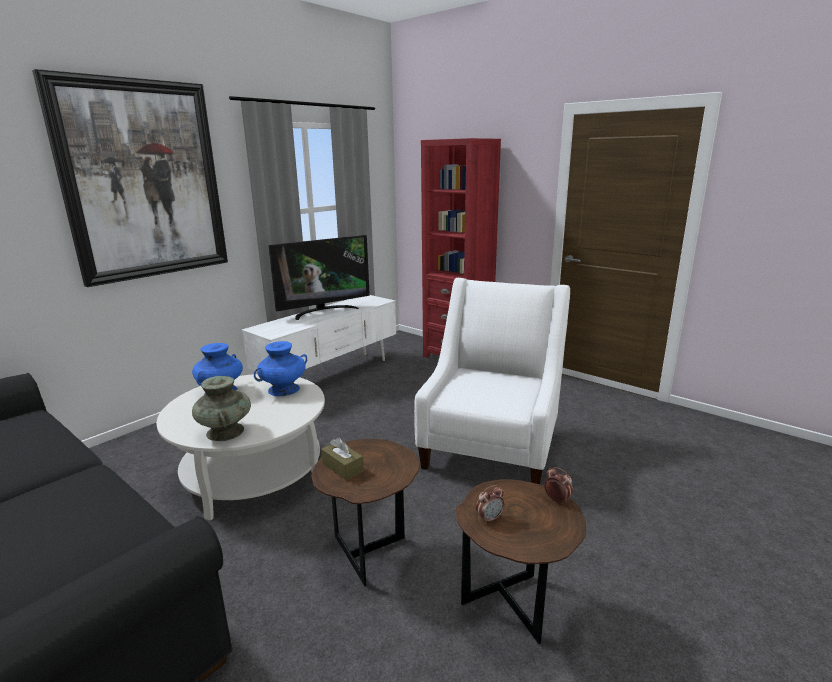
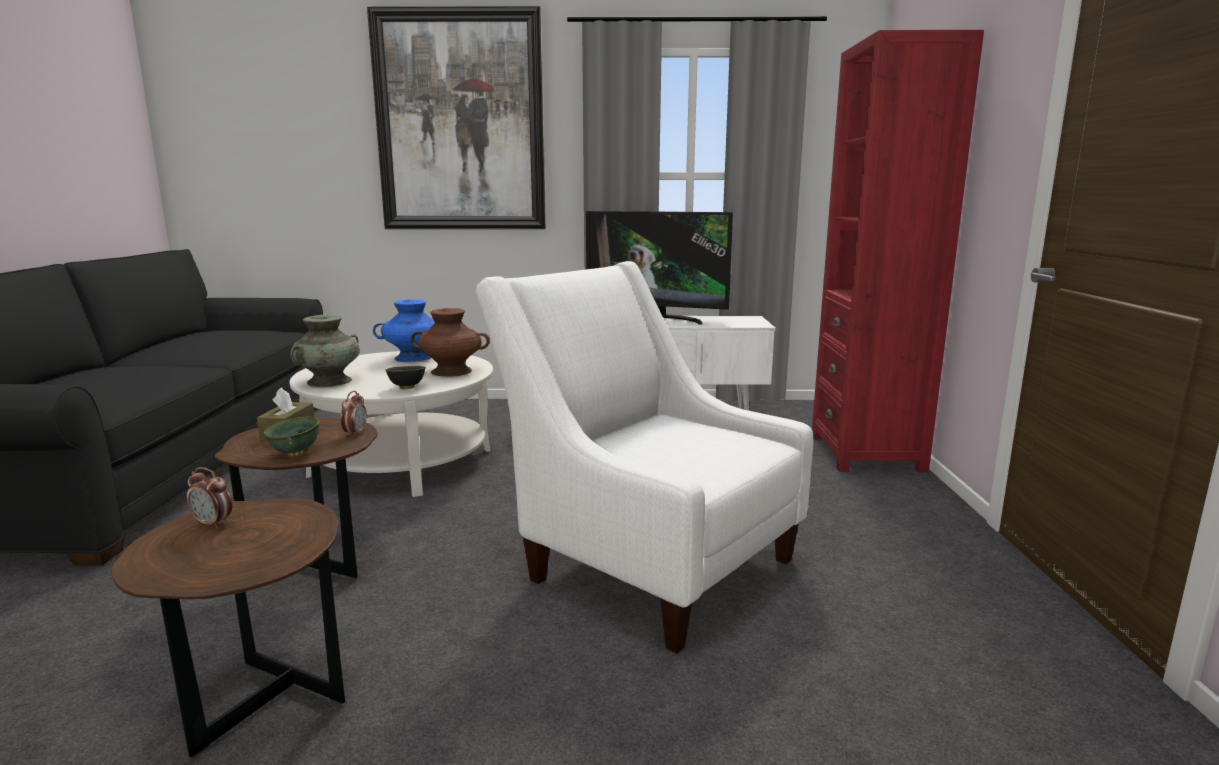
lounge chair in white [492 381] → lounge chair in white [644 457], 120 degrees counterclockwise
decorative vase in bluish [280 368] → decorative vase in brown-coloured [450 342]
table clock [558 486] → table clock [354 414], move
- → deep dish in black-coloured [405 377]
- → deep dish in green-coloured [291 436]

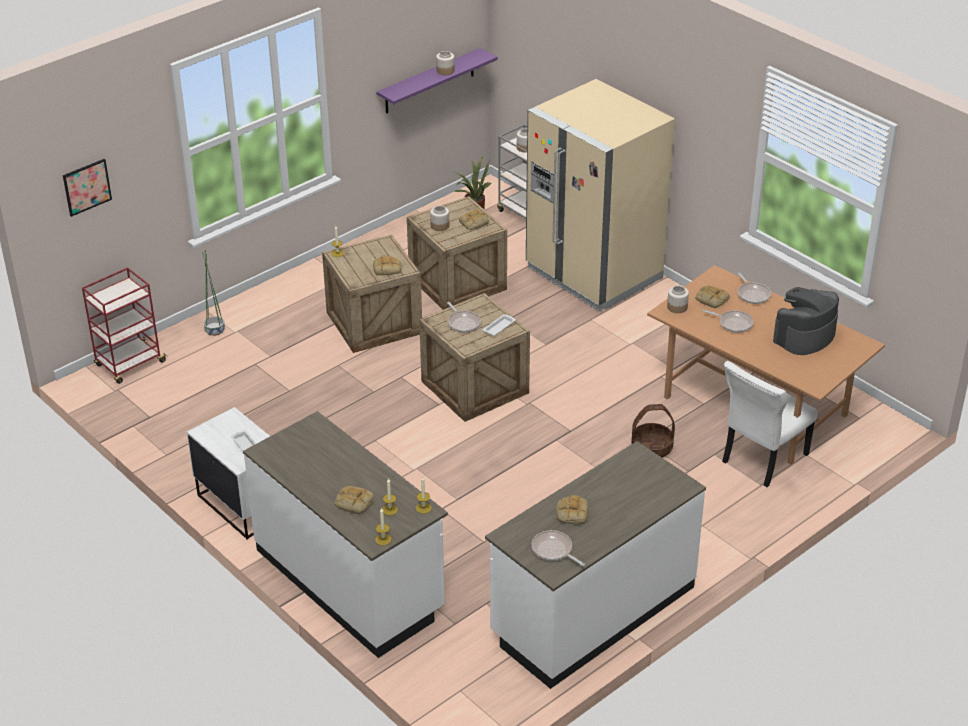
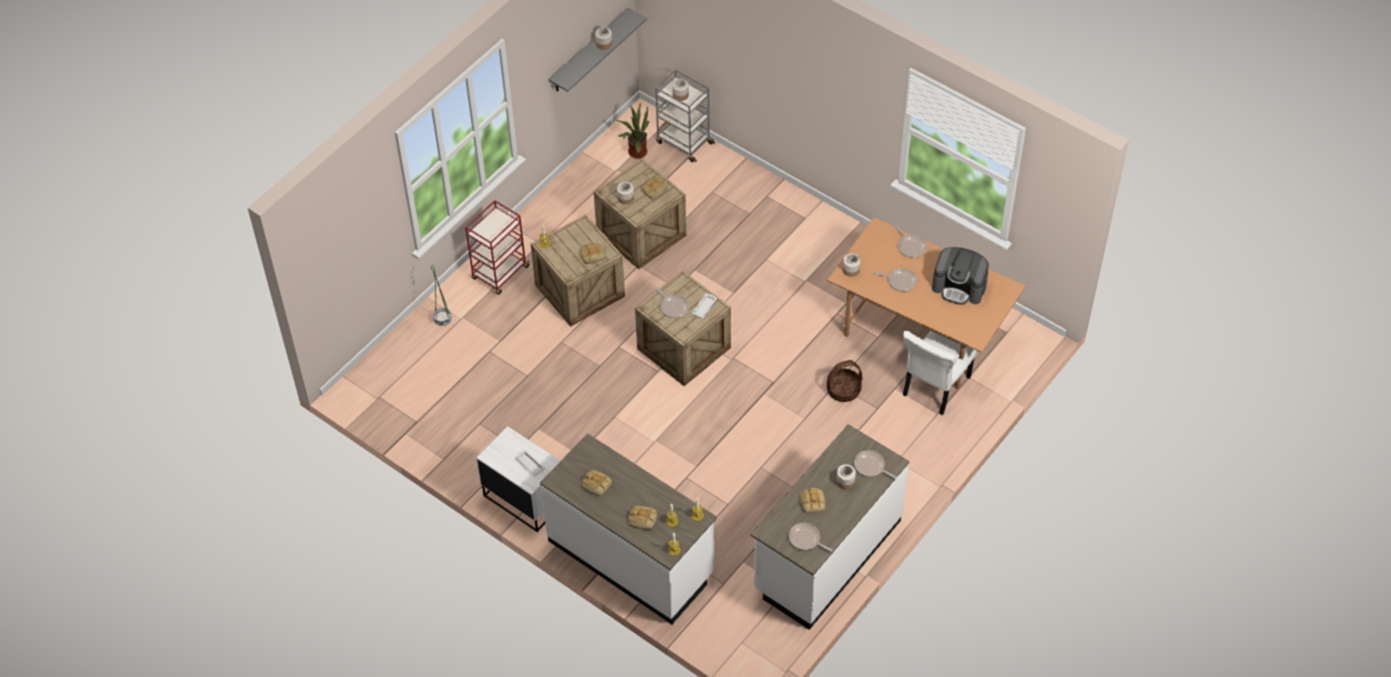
bracket shelf in purplish [437 81] → bracket shelf in gray [598 50]
fridge in beige [600 195] → -
wall art [87 188] → -
trolley in red [125 325] → trolley in red [497 247], move
bread [712 296] → bread [596 483], move
coffee maker [806 321] → coffee maker [960 276], 105 degrees counterclockwise
- → pan [875 464]
- → preserve jar [846 476]

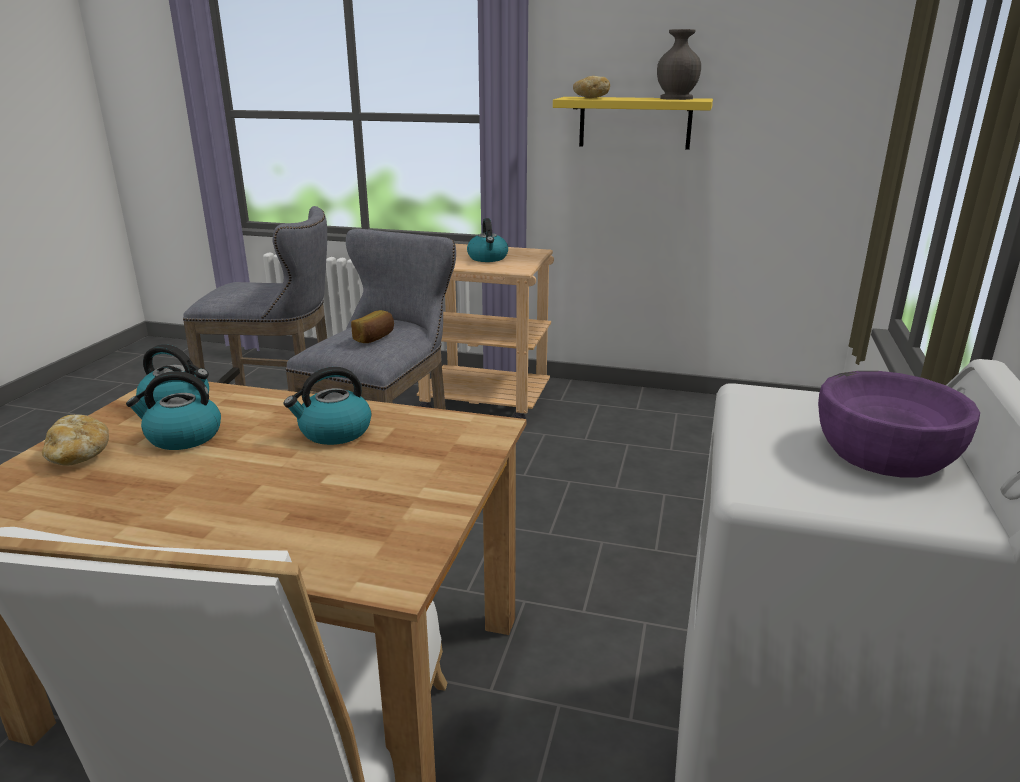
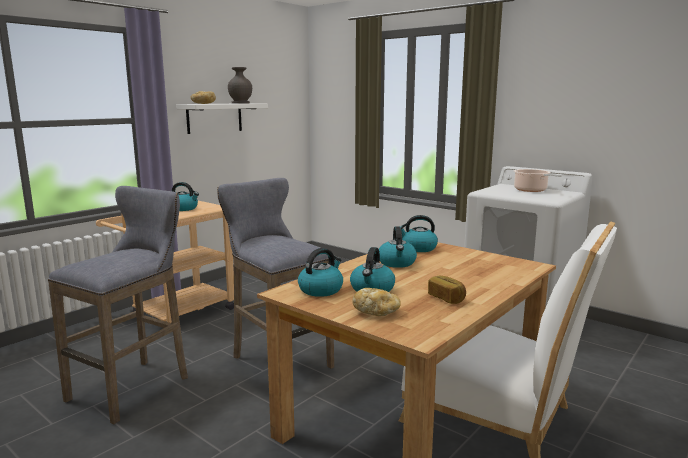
bracket shelf in yellowish [633 123] → bracket shelf in white [222 118]
bread [372 326] → bread [447 290], move
deep dish in purplish [899 424] → cooking pot [538 180]
- → kettle [419 233]

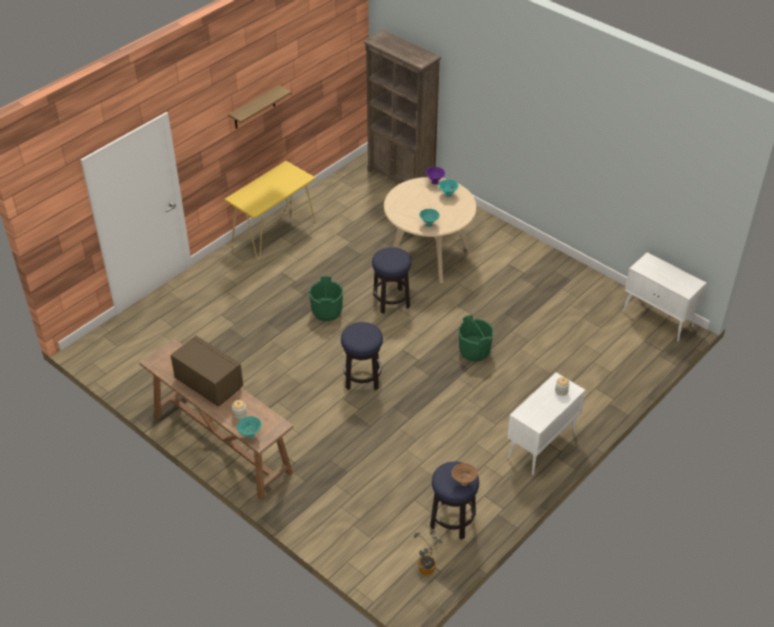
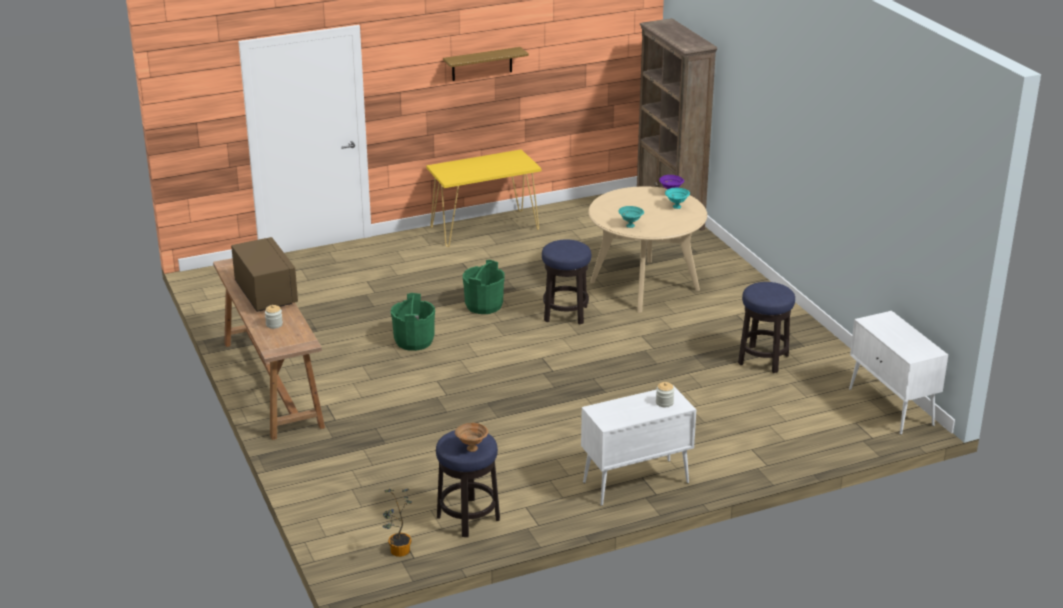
water bucket in green-coloured [476 338] → water bucket in green-coloured [413 322], move
sitting stool [362 356] → sitting stool [766 327], move
deep dish in blue-green [249 427] → -

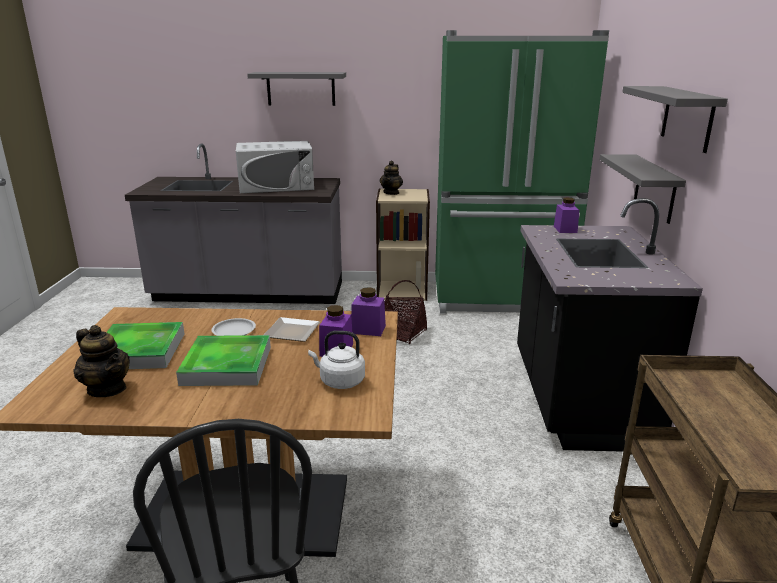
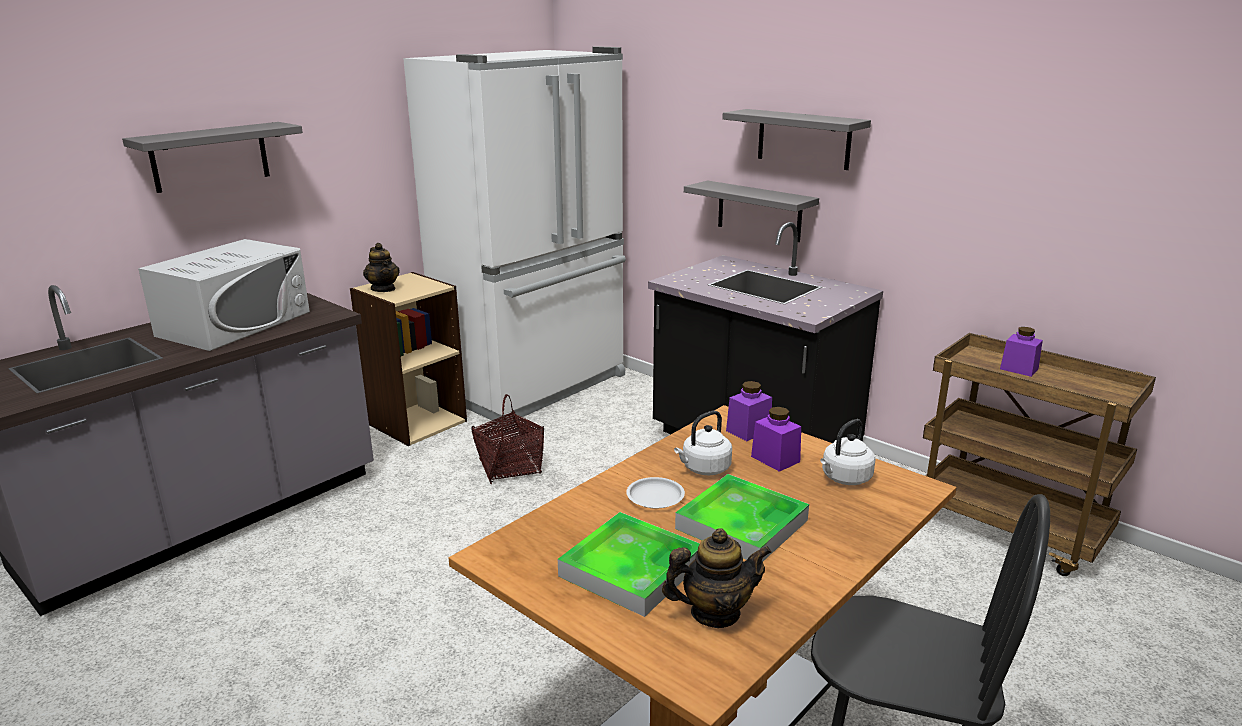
fridge in green-coloured [522 172] → fridge in white [514 236]
preserve jar in purplish [566 215] → preserve jar in purplish [1021 352], move
dinner plate [292 329] → kettle in white [703 443]

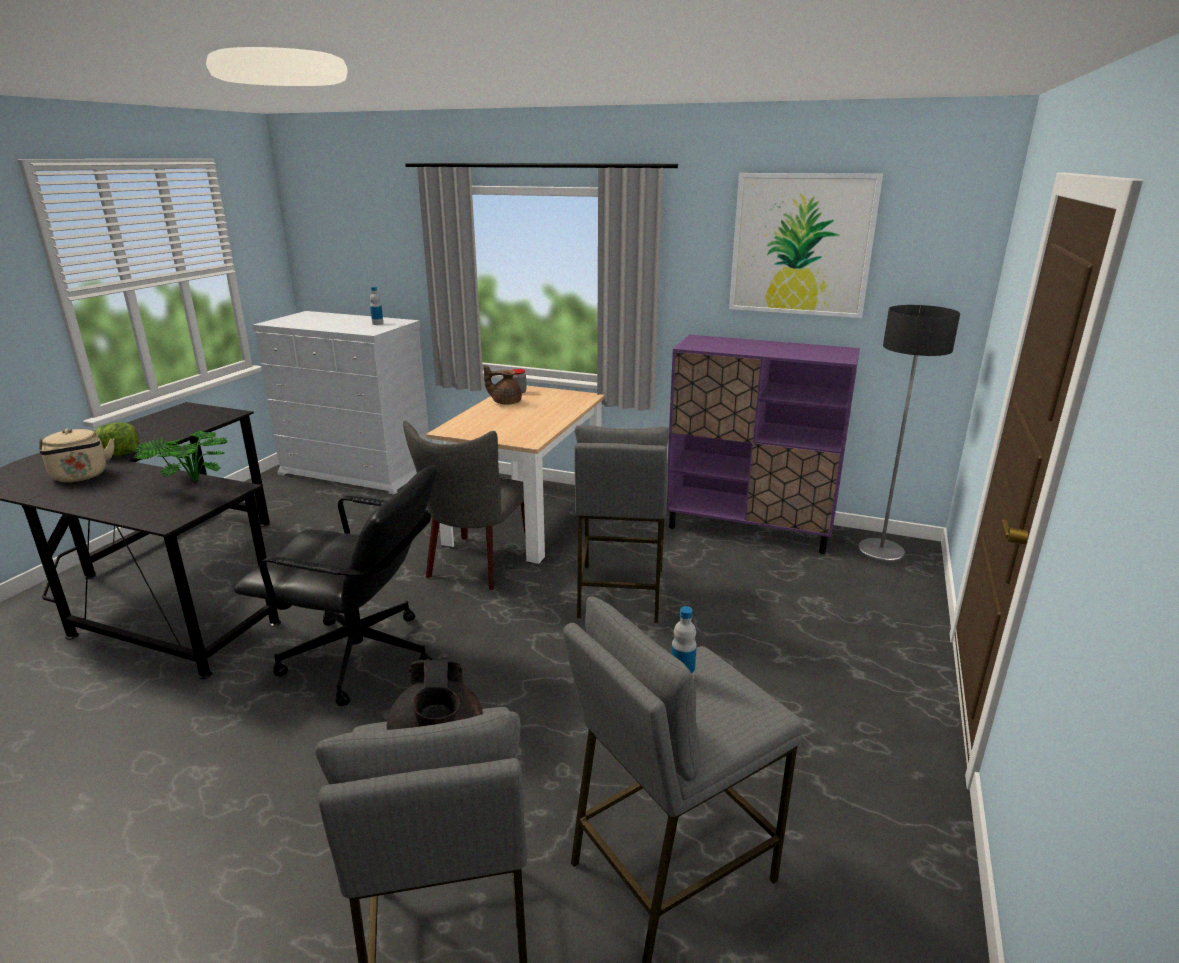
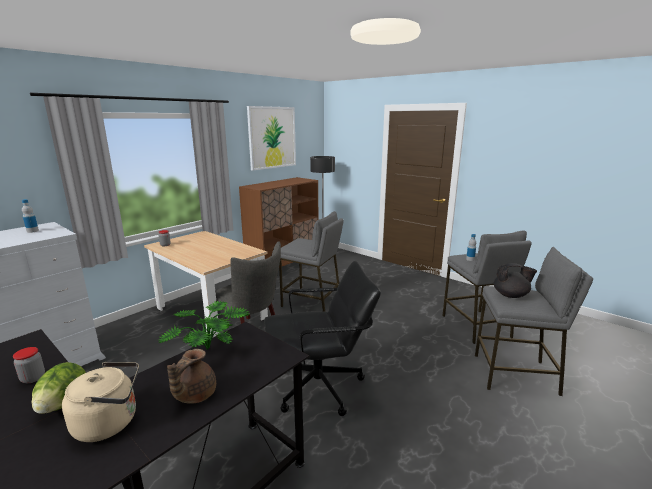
cupboard in purplish [763 444] → cupboard in brown-coloured [278 221]
tea pot in brown-coloured [503 384] → tea pot in brown-coloured [191 376], move
office chair in black-coloured [335 585] → office chair in black-coloured [322 338], 45 degrees clockwise
- → preserve jar [29 365]

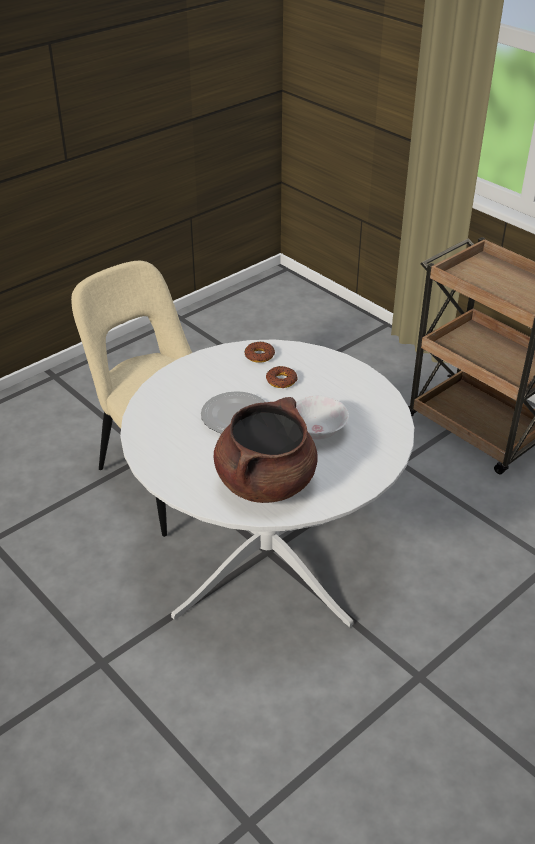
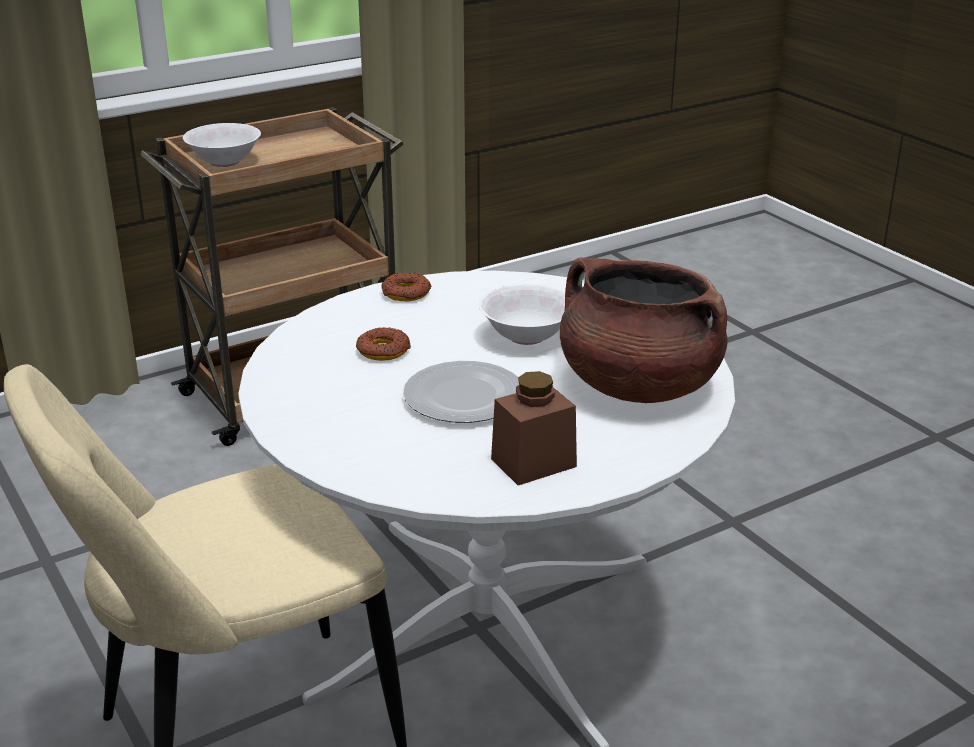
doughnut [259 352] → doughnut [406 287], move
- → deep dish in white [222 145]
- → preserve jar in brown-coloured [534 428]

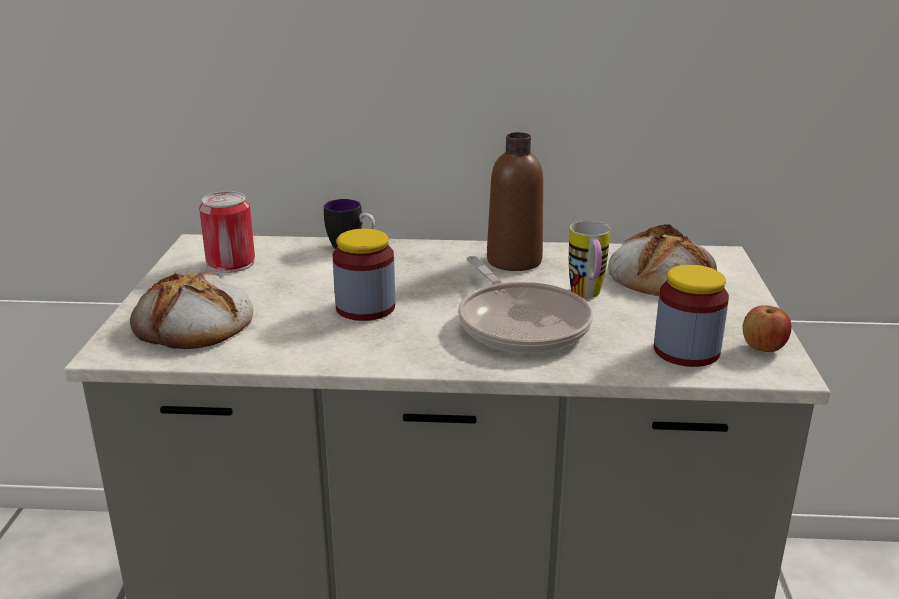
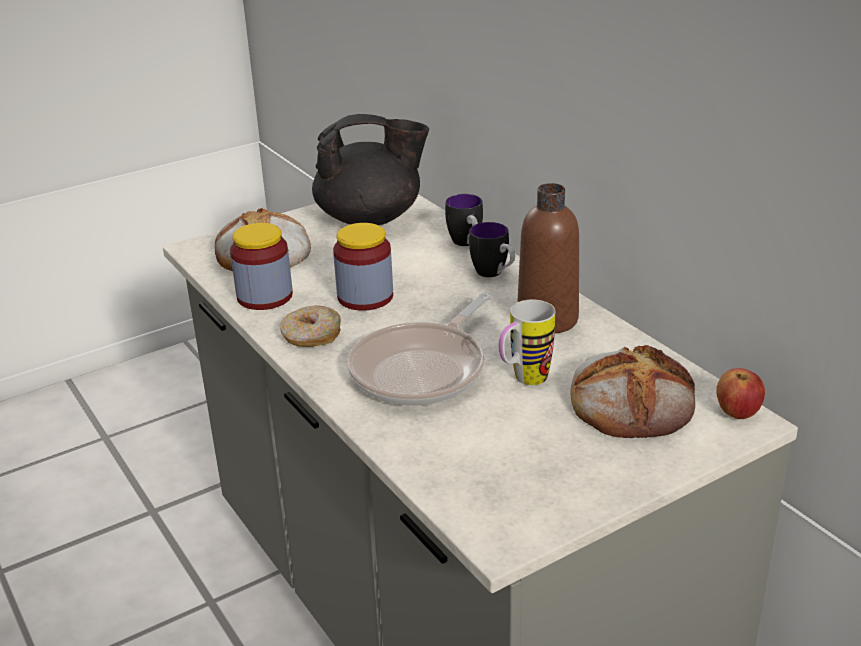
metal can [227 232] → tea pot in black-coloured [370 169]
preserve jar [691 316] → preserve jar [261 266], move
apple [767 328] → apple [740 393], move
- → coffee mug [492 249]
- → doughnut [310 326]

